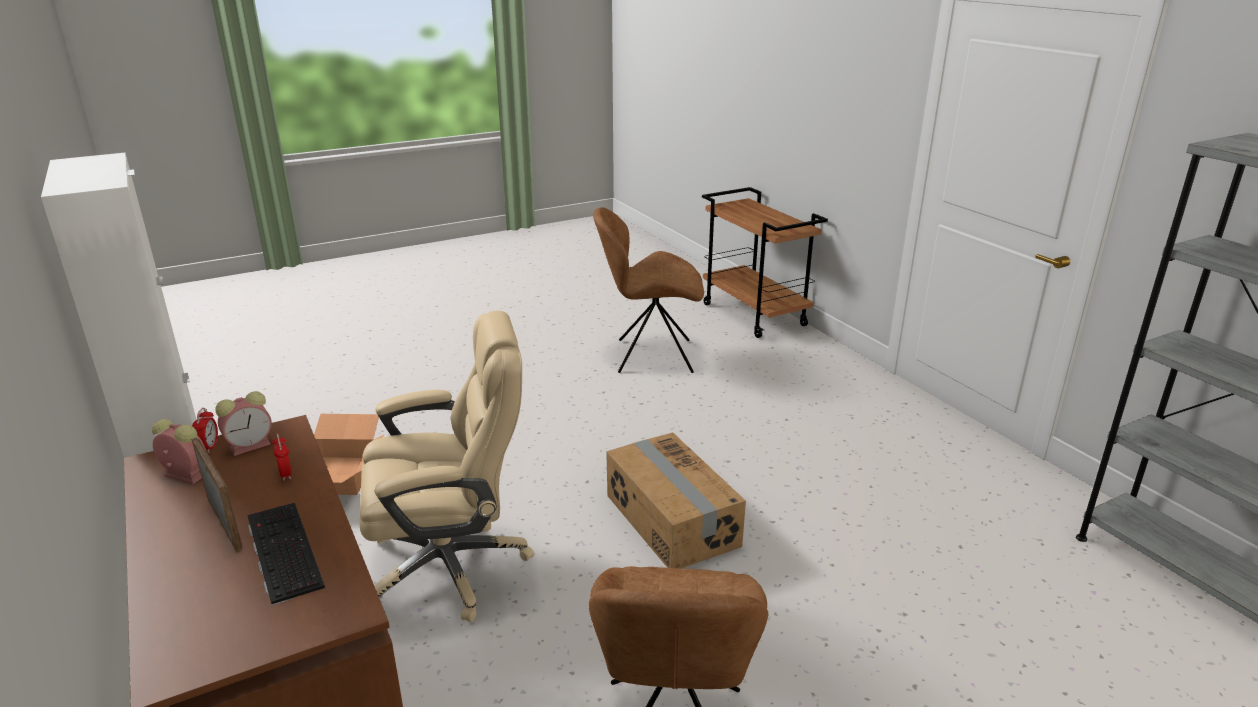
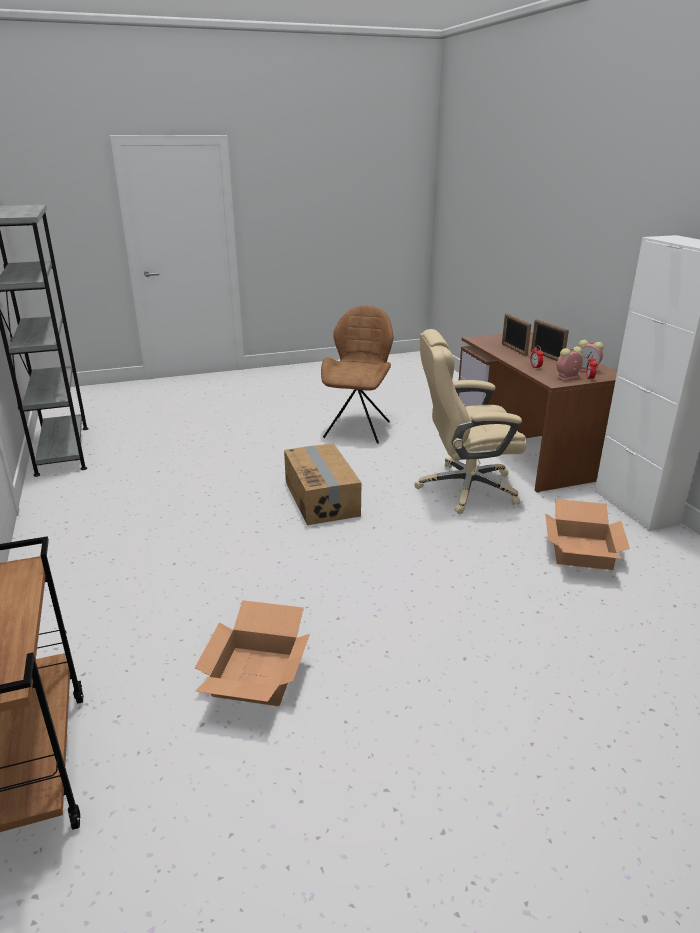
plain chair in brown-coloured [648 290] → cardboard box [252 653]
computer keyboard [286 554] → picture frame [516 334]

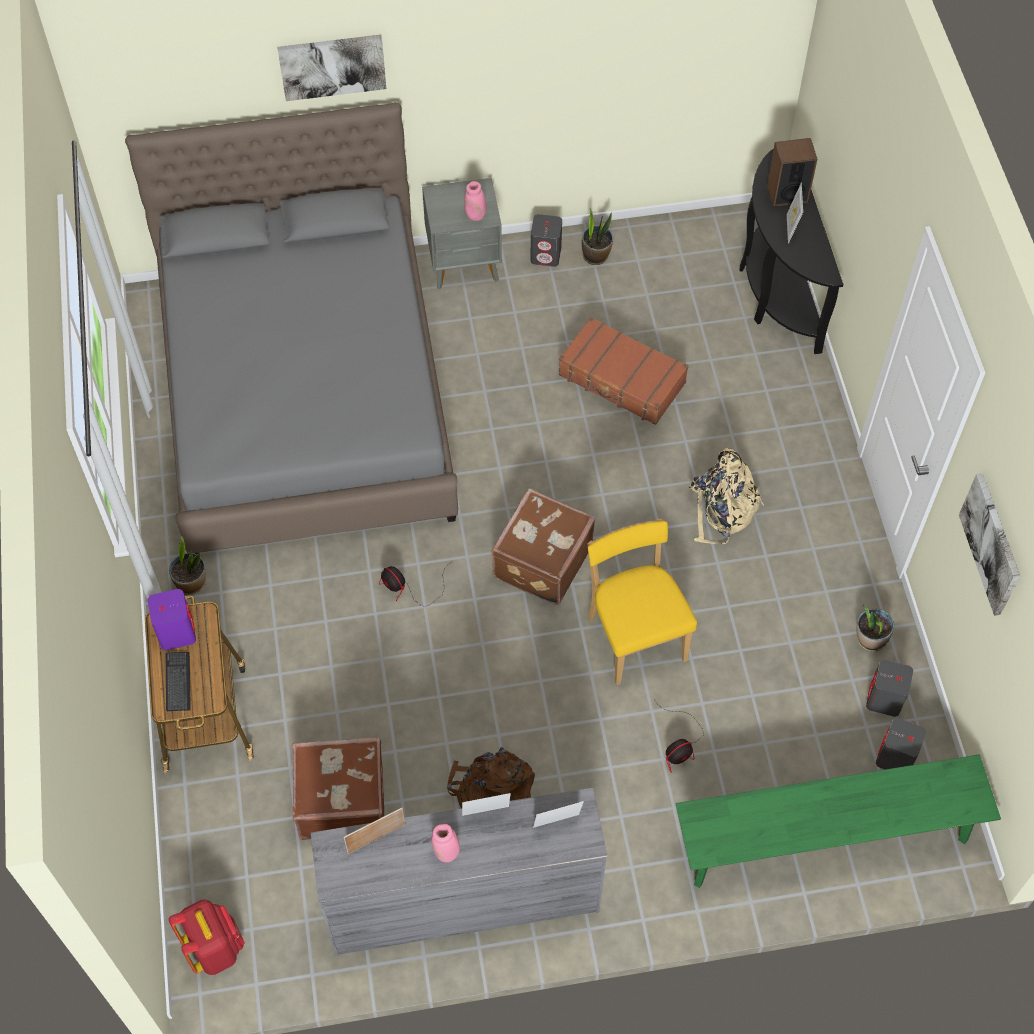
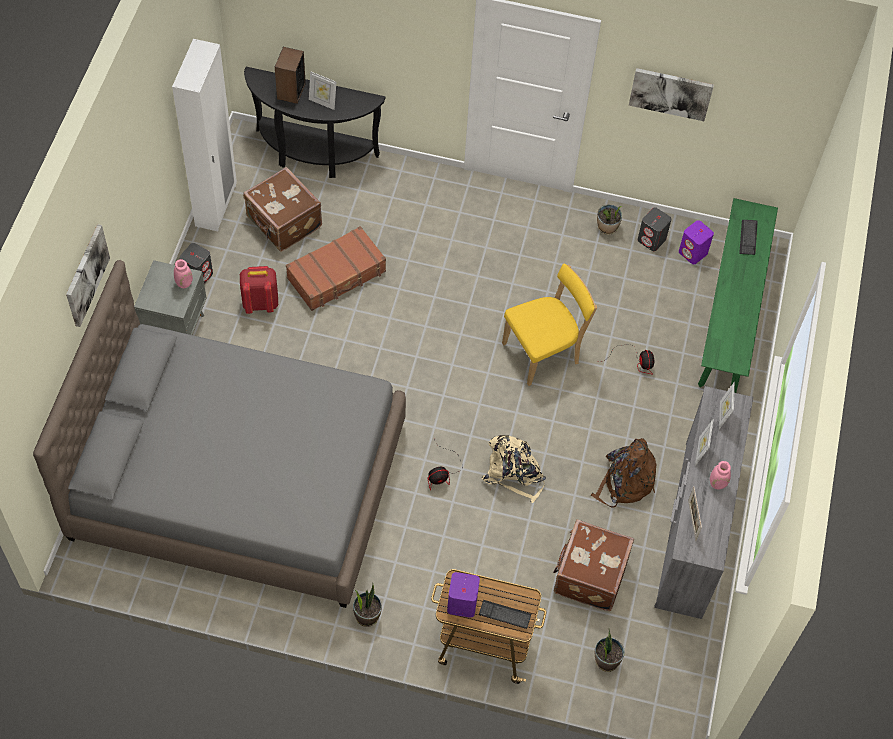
potted plant [597 237] → potted plant [610 650], move
backpack in beige [726 496] → backpack in beige [513 469], move
travel case in brown-coloured [543 546] → travel case in brown-coloured [282 209], move
plain chair in yellowish [642 602] → plain chair in yellowish [549 325], 150 degrees clockwise
loudspeaker in gray [901 743] → loudspeaker in purplish [696 242]
backpack in red [207 937] → backpack in red [259 290], move
- → wardrobe in white [204 135]
- → computer keyboard [748 237]

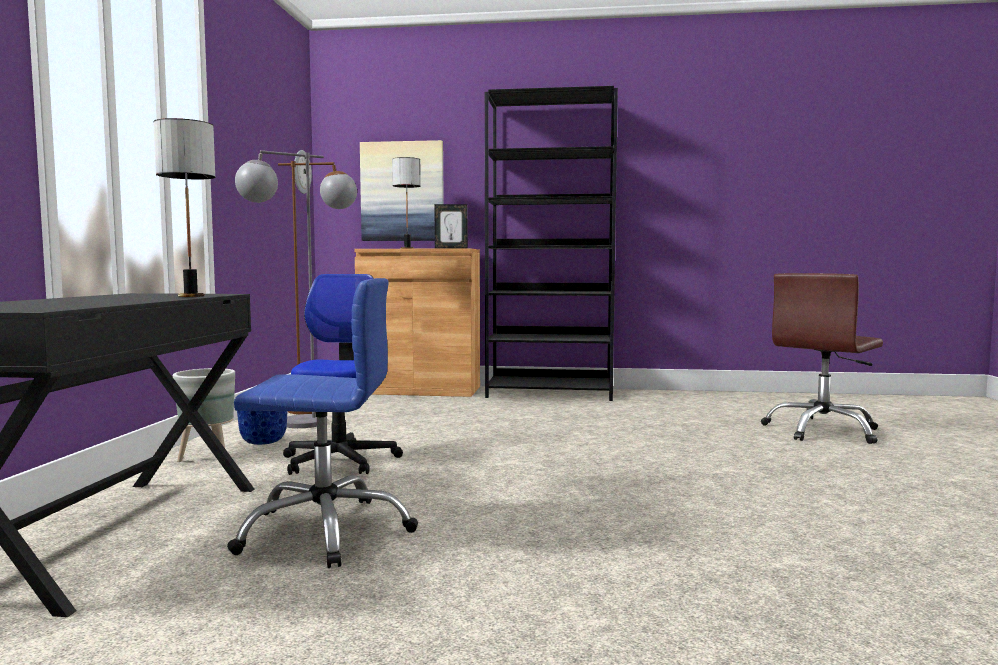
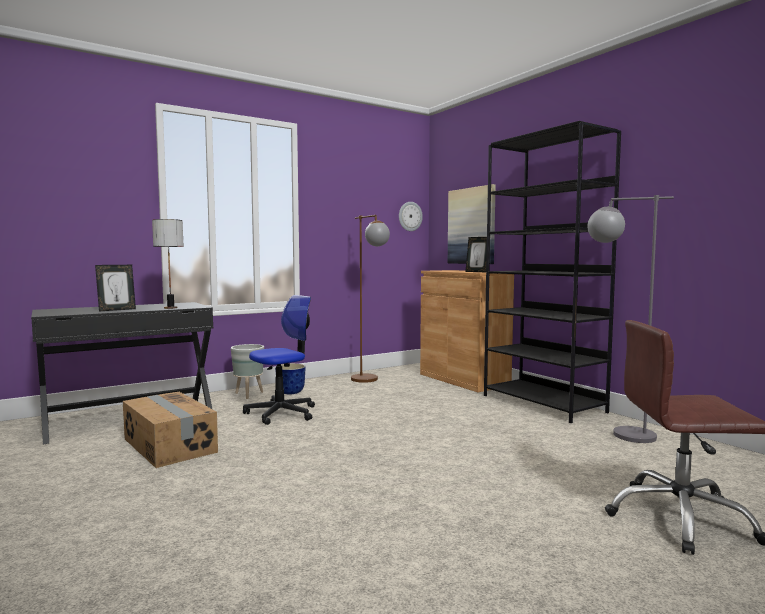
standard lamp in gray [279 289] → standard lamp in gray [630 319], move
table lamp [406 203] → -
office chair in bluish [322 423] → cardboard box [170 430]
- → picture frame [115 288]

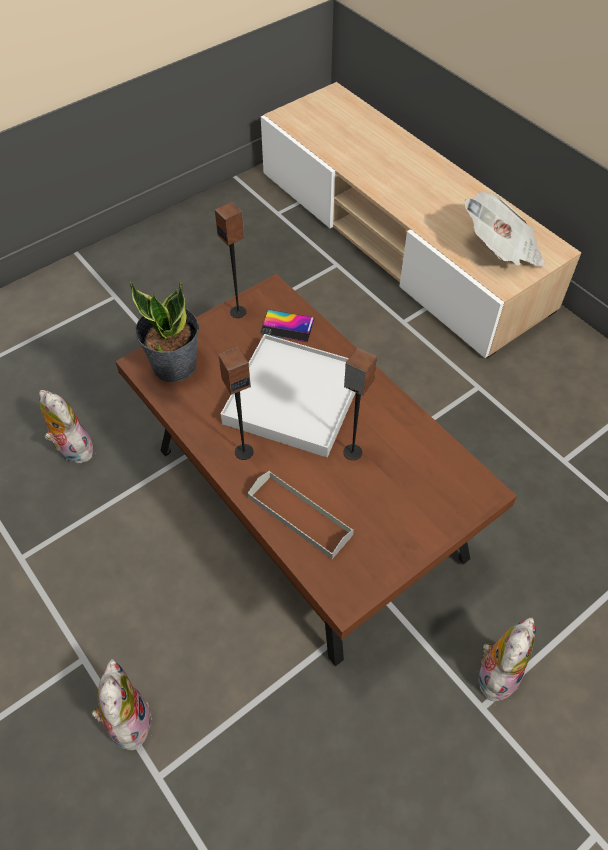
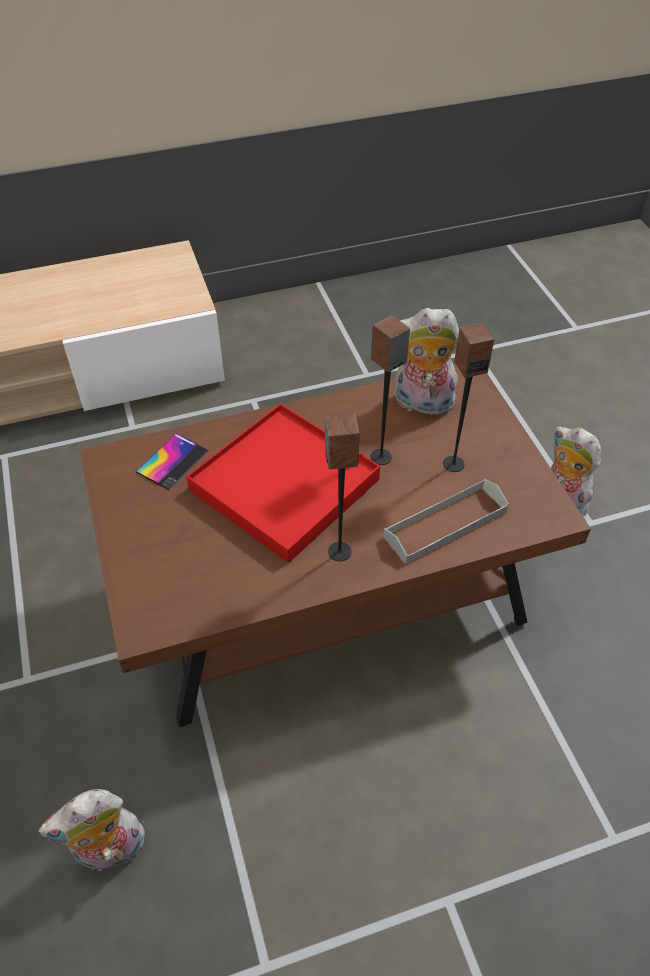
printed paper [504 229] → -
loudspeaker [231 260] → loudspeaker [468 397], move
potted plant [164 332] → -
serving tray in white [288 395] → serving tray in red [283 483]
plush toy [121 704] → plush toy [427 363], move

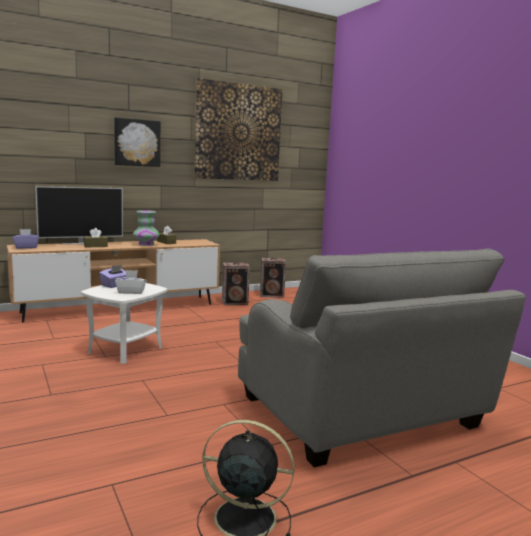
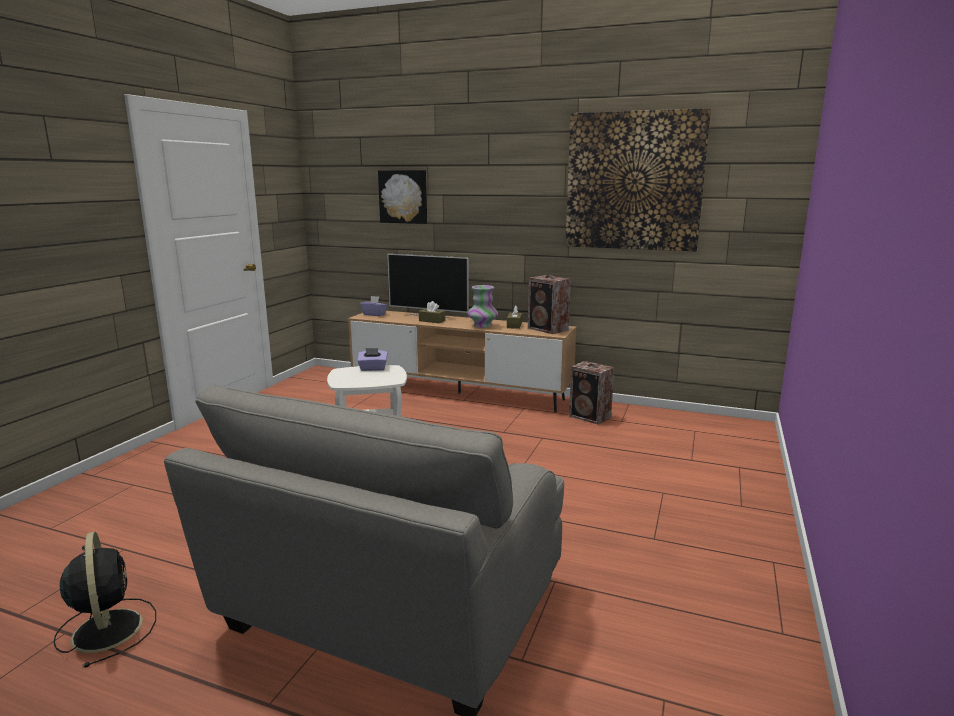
wall art [137 142] → wall art [402 197], move
loudspeaker [273 277] → loudspeaker [549 304], move
box of tissues in white [131 282] → -

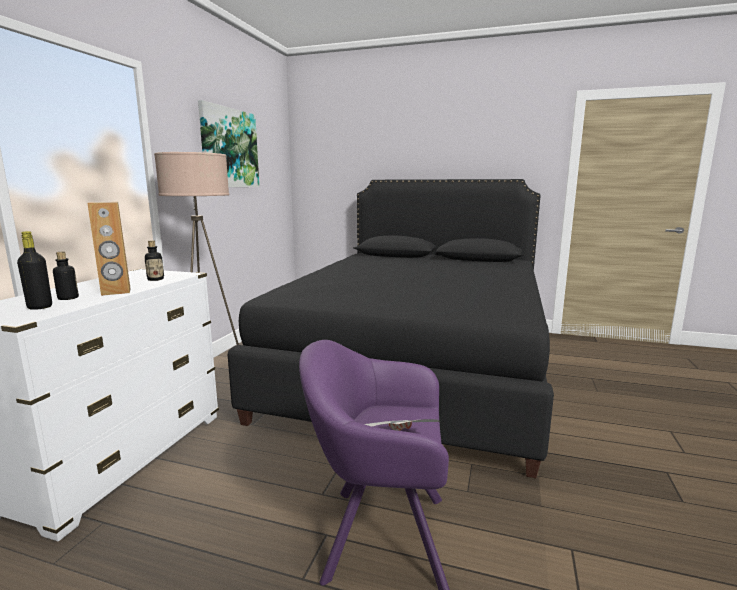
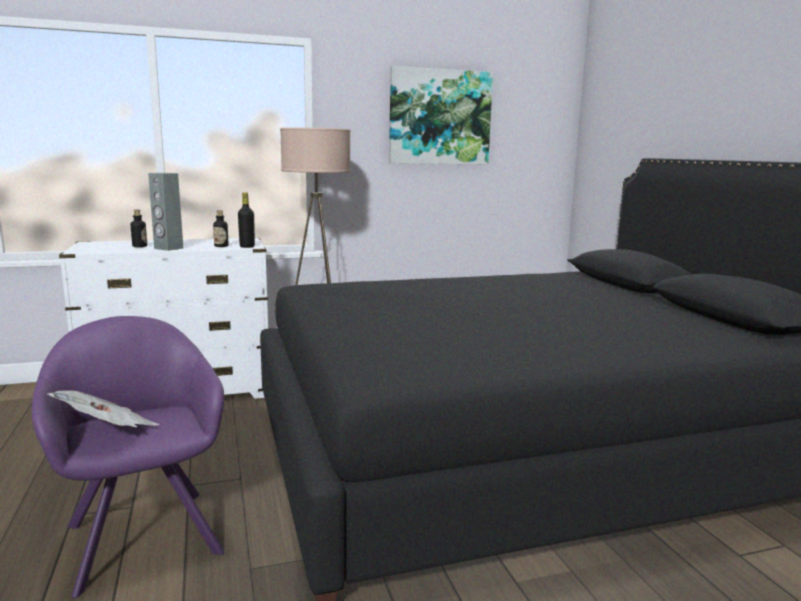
loudspeaker in brown-coloured [109 249] → loudspeaker in gray [165 212]
beverage bottle in black-coloured [34 270] → beverage bottle in black-coloured [246 220], move

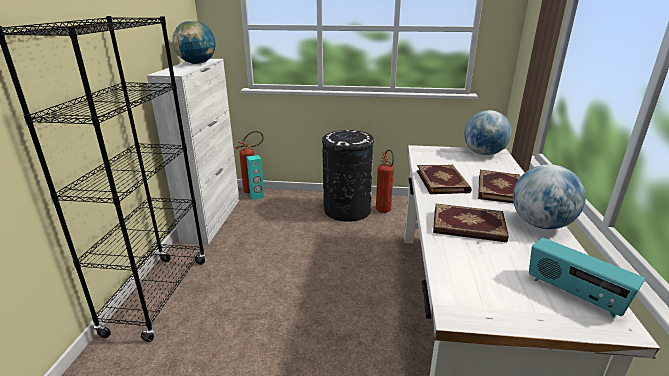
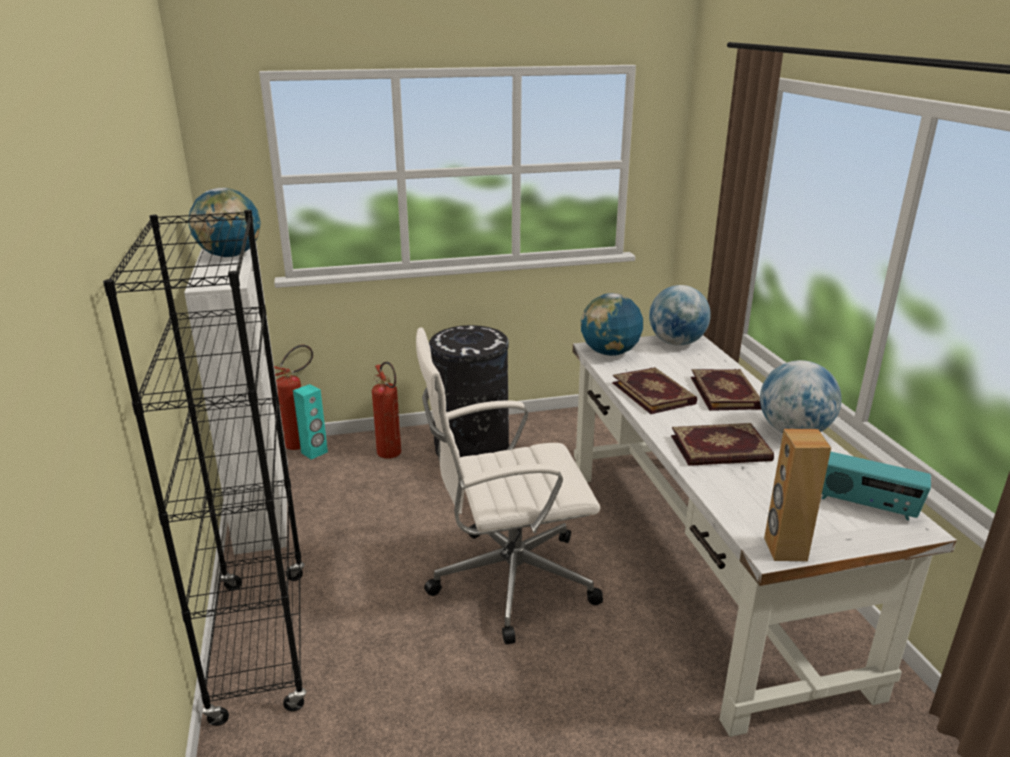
fire extinguisher [385 181] → fire extinguisher [386 410], move
- → globe [612 324]
- → office chair in white [509 486]
- → loudspeaker in brown-coloured [797 495]

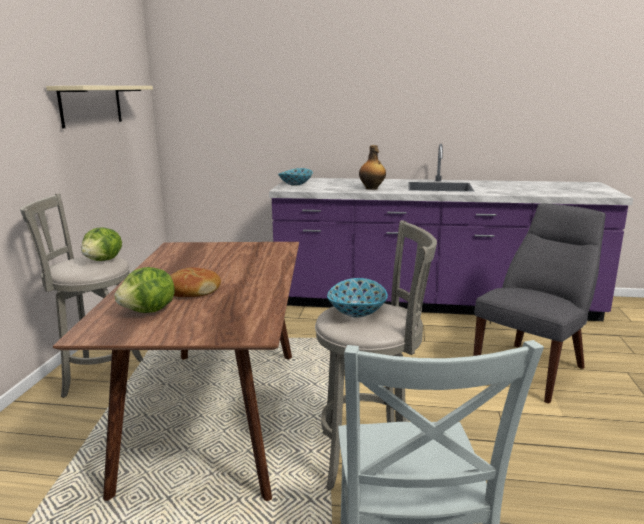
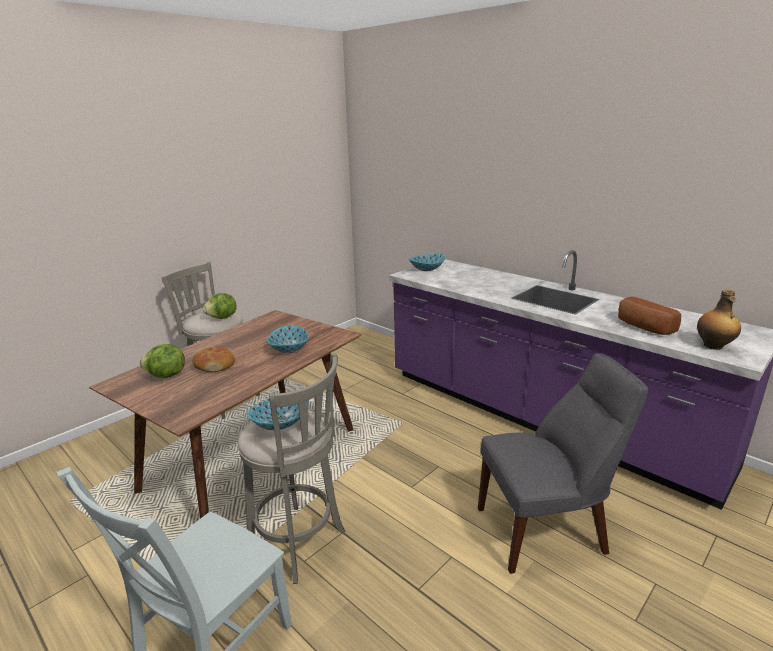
bracket shelf in beige [99 107] → -
beverage bottle [372 167] → beverage bottle [719 320], move
- → bread [649 315]
- → deep dish [288 339]

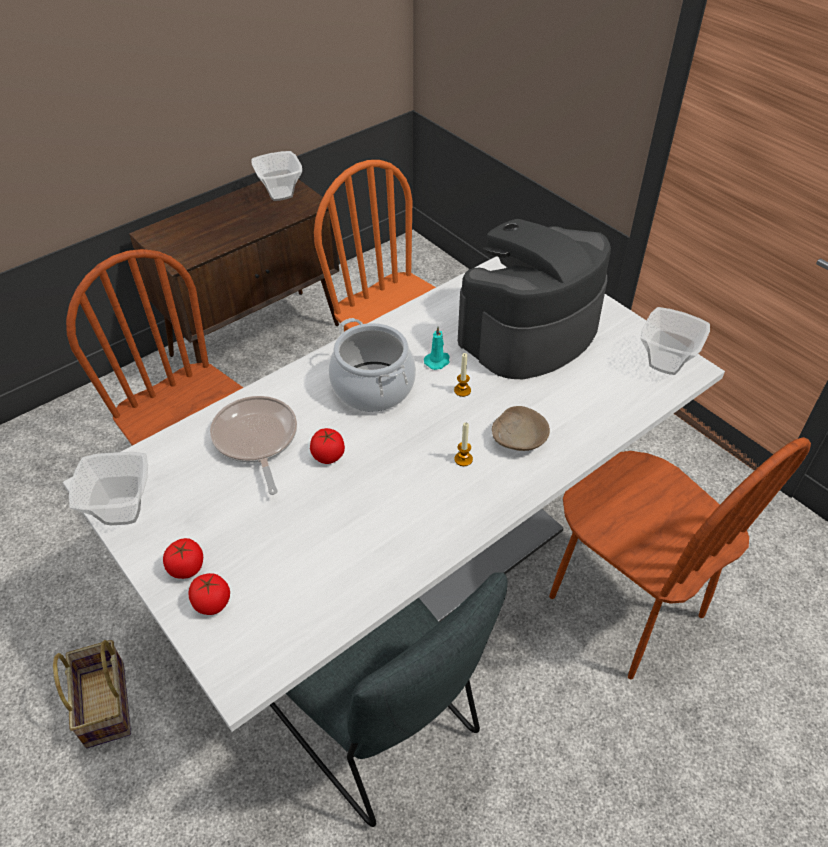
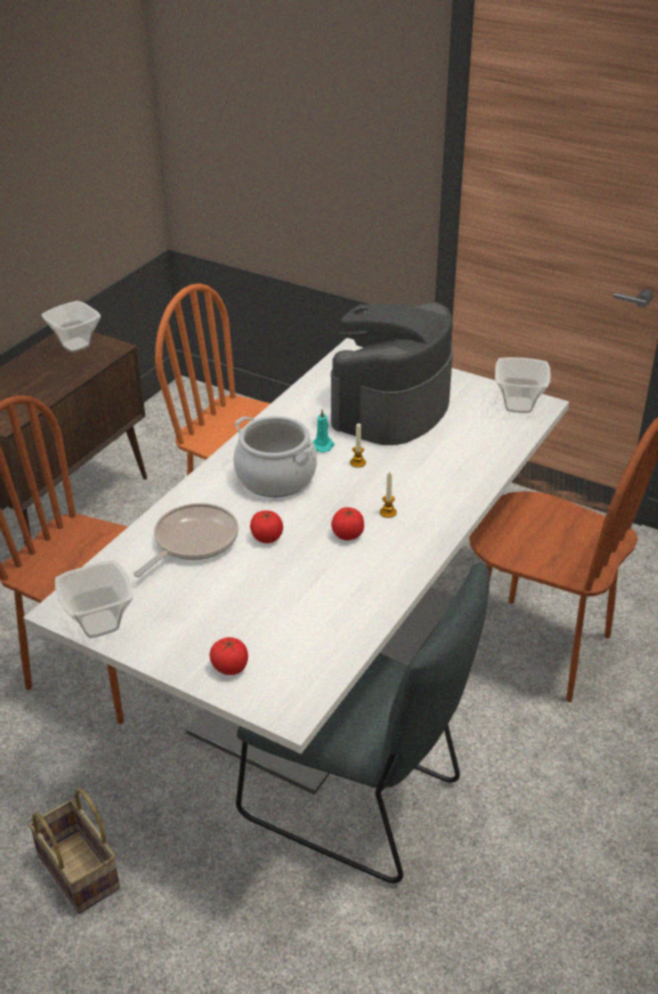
pan [253 445] → pan [185 540], 75 degrees clockwise
deep dish in beige [521 428] → -
tomato [183 558] → tomato [347 523], move

